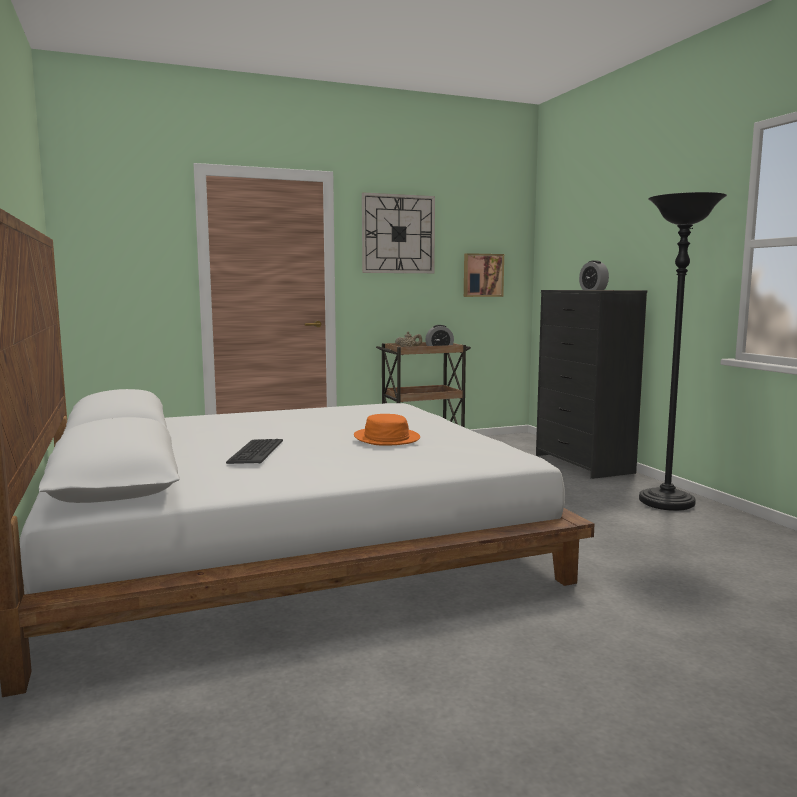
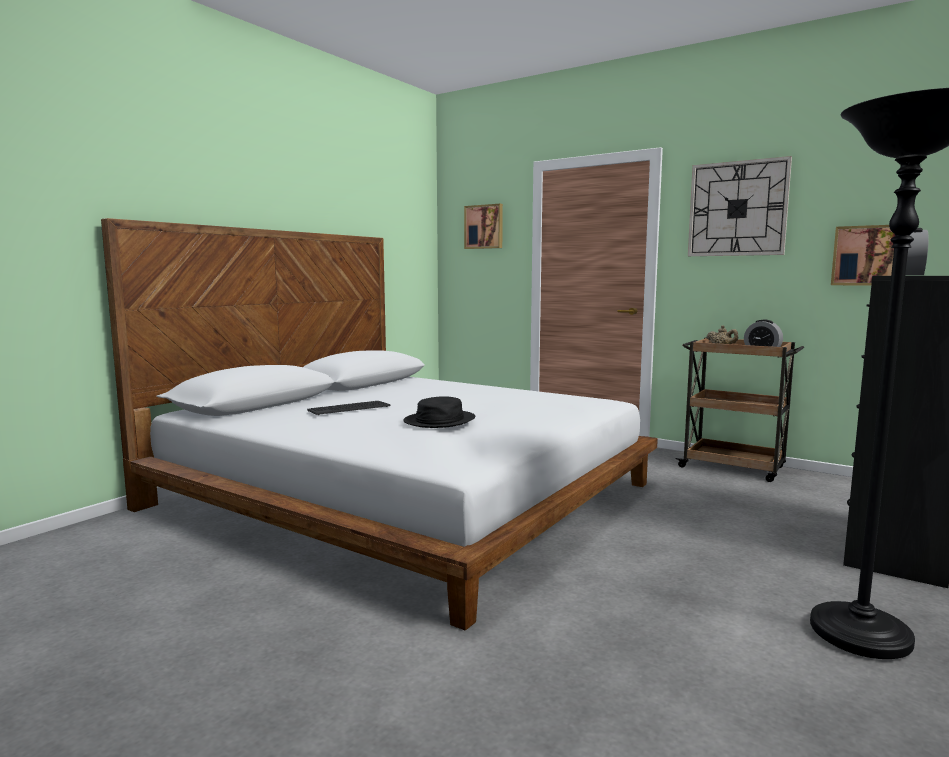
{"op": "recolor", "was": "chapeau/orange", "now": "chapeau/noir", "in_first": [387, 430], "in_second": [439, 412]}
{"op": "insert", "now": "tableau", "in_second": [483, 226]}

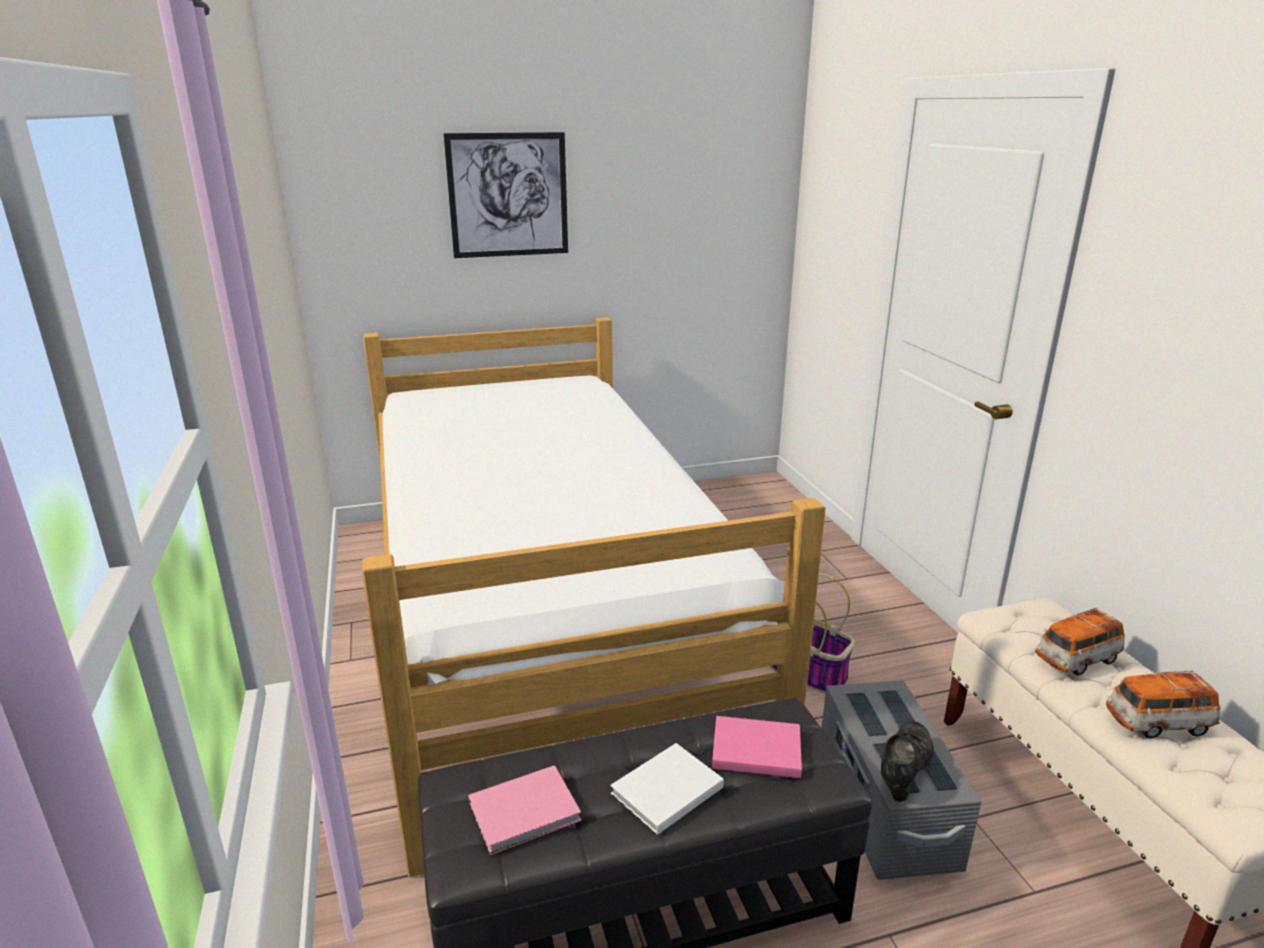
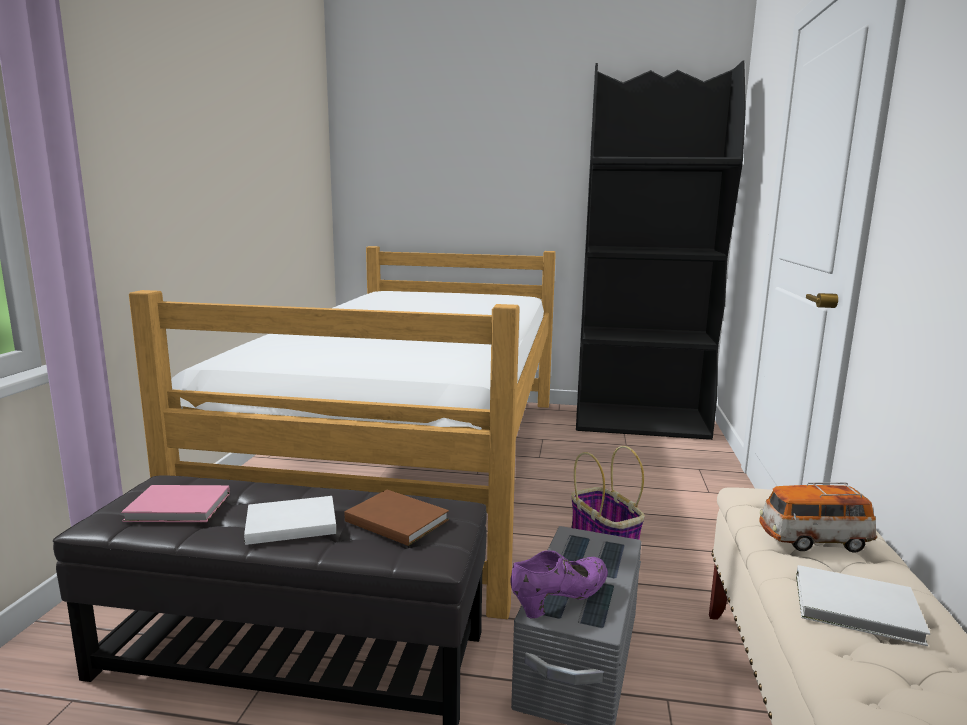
{"op": "delete", "was": "tableau", "in_first": [505, 195]}
{"op": "recolor", "was": "livre/rose", "now": "livre/marron", "in_first": [757, 747], "in_second": [396, 518]}
{"op": "recolor", "was": "chaussure/noir", "now": "chaussure/violet", "in_first": [907, 761], "in_second": [559, 584]}
{"op": "replace", "was": "petite voiture", "now": "livre/blanc", "in_first": [1163, 704], "in_second": [863, 605]}
{"op": "insert", "now": "bibliothèque/noir", "in_second": [661, 250]}

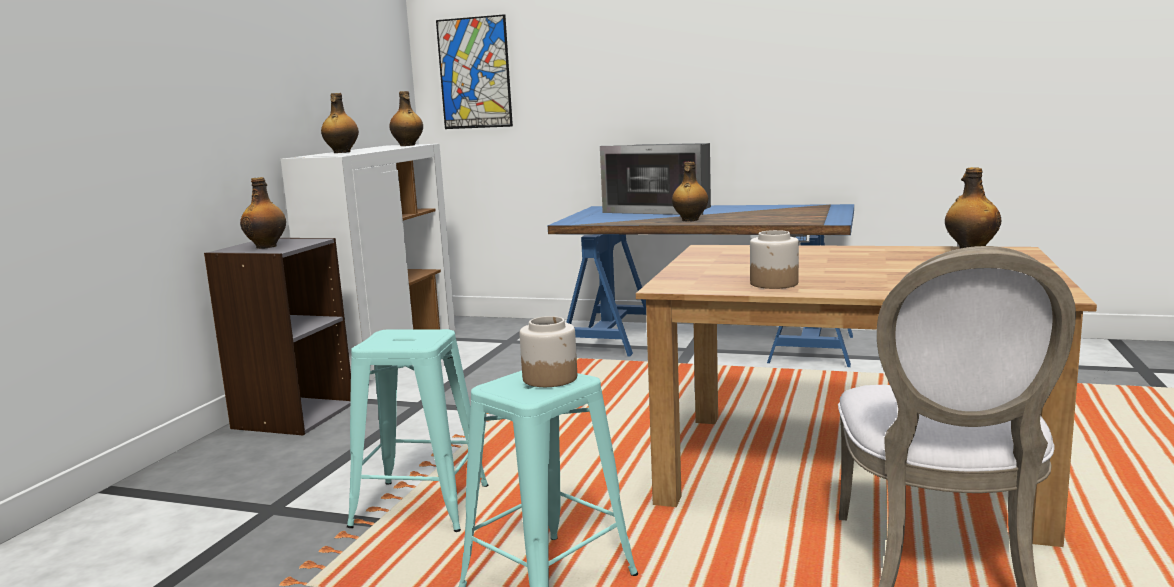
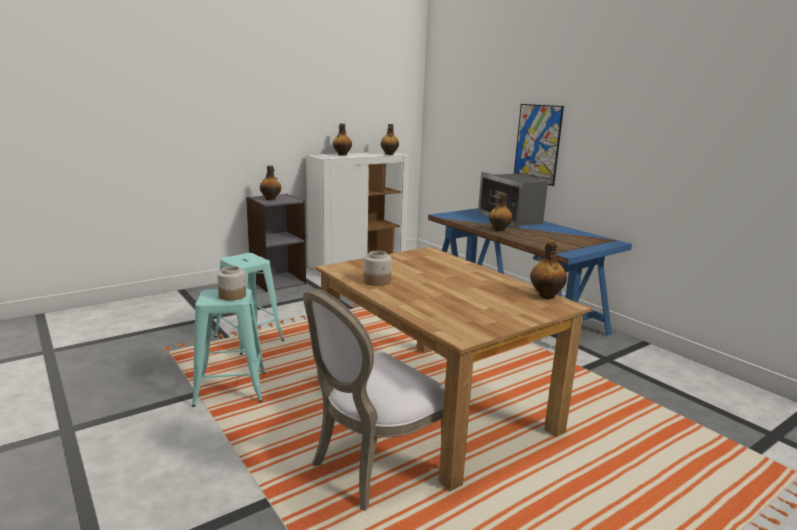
{"op": "move", "was": "tableau", "in_first": [474, 71], "in_second": [539, 145]}

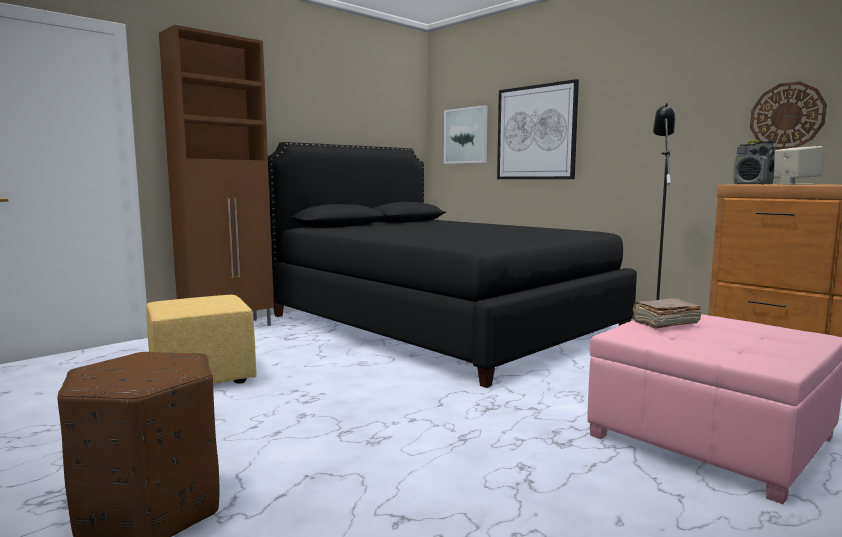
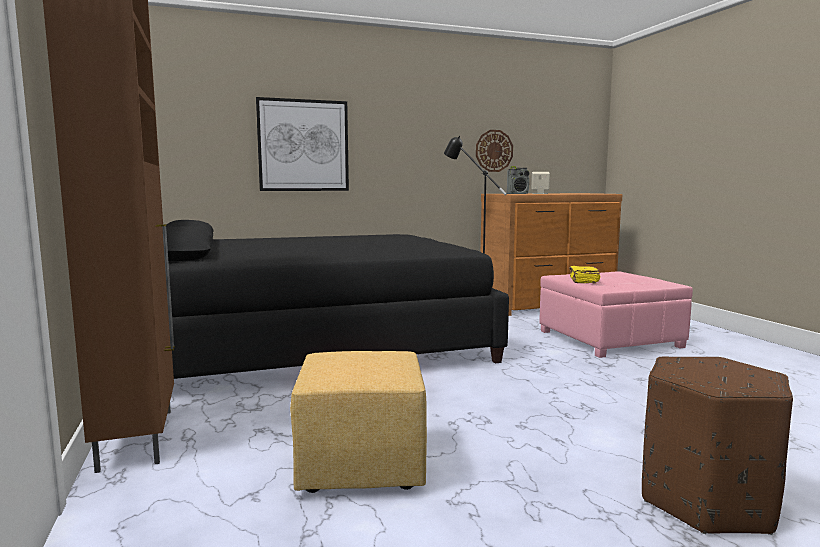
{"op": "delete", "was": "tableau", "in_first": [466, 134]}
{"op": "recolor", "was": "livre/marron", "now": "livre/jaune", "in_first": [667, 313], "in_second": [584, 274]}

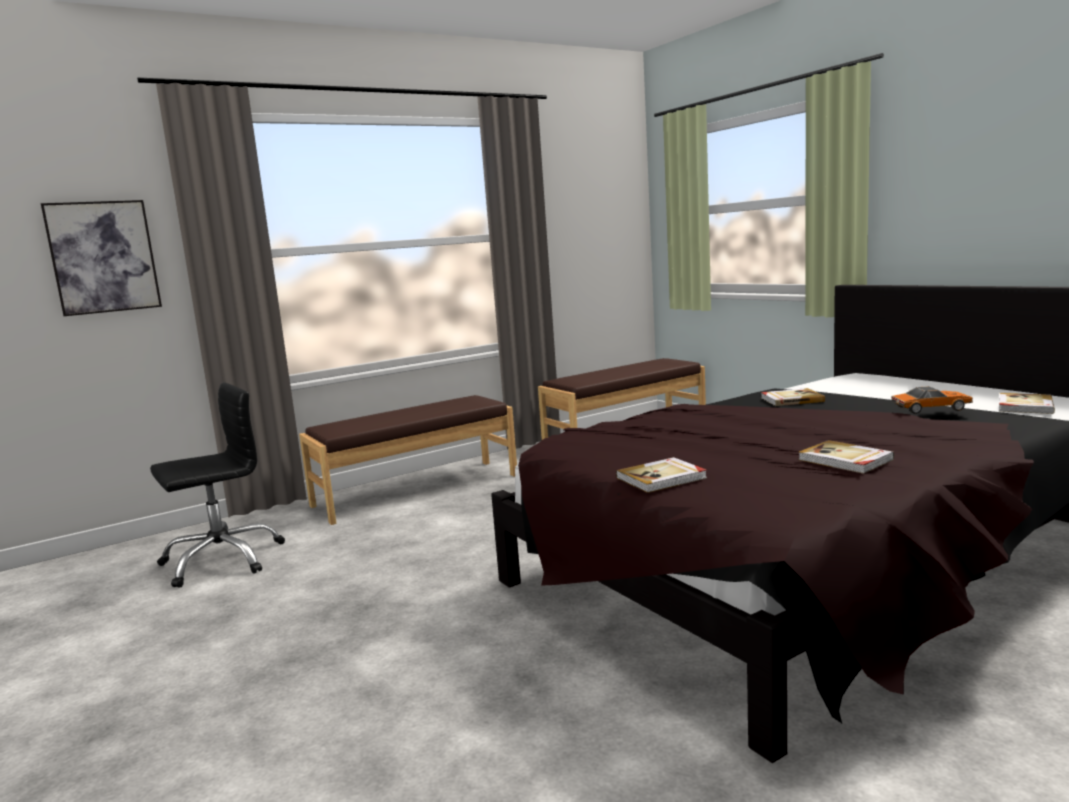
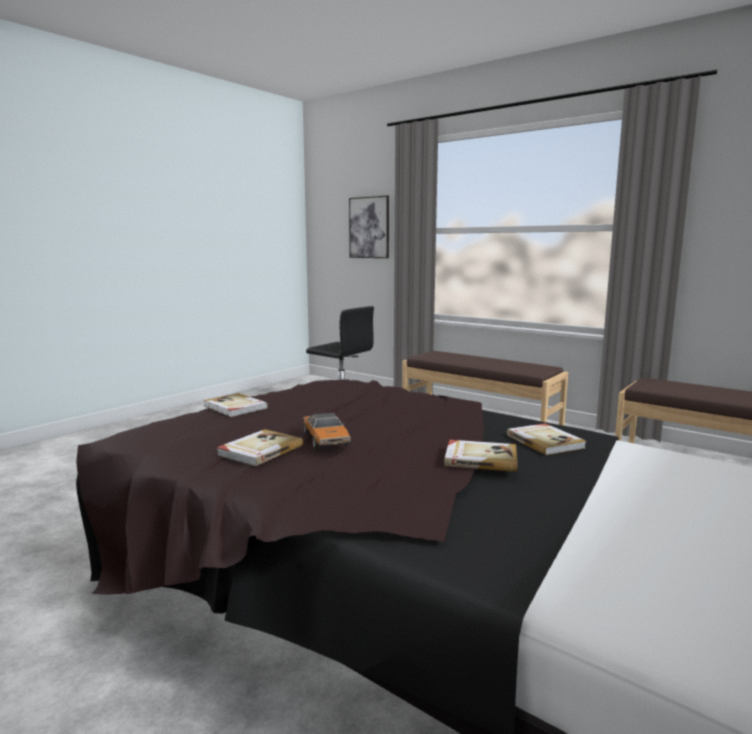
{"op": "move", "was": "petite voiture", "in_first": [932, 400], "in_second": [327, 431]}
{"op": "move", "was": "livre", "in_first": [1027, 403], "in_second": [481, 456]}

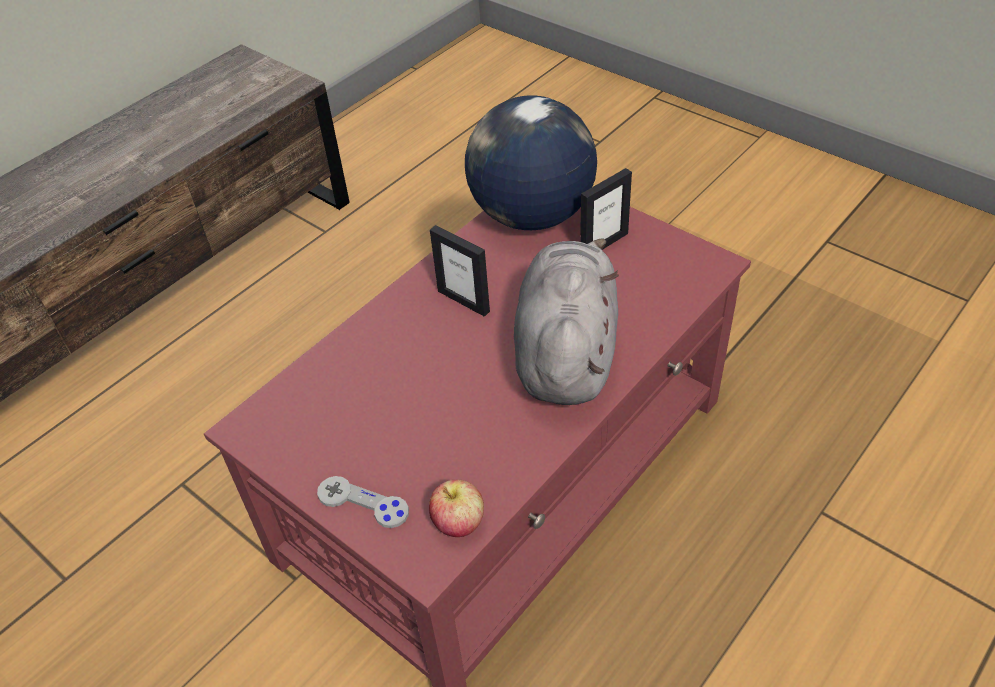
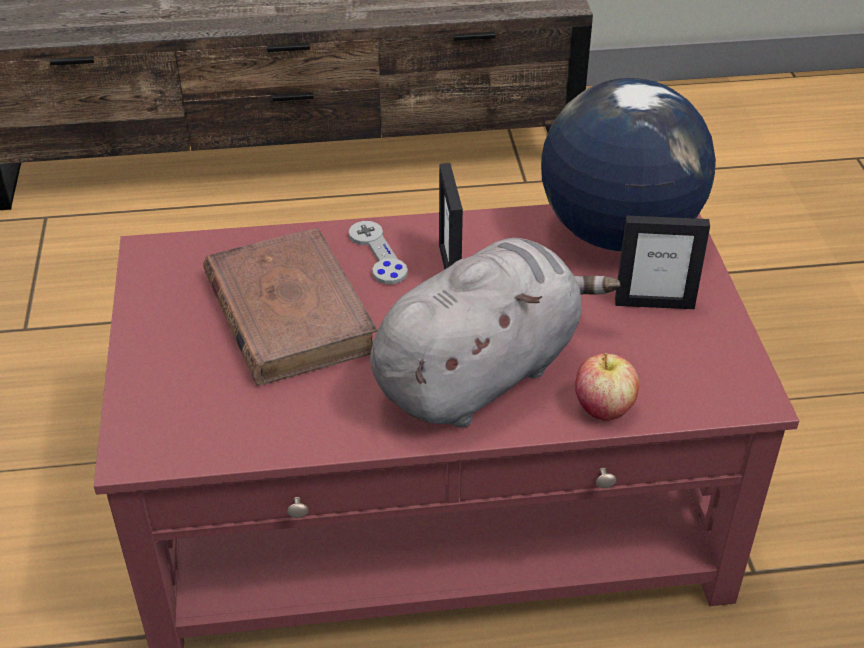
{"op": "move", "was": "manette/gris", "in_first": [363, 502], "in_second": [378, 252]}
{"op": "move", "was": "pomme", "in_first": [456, 508], "in_second": [607, 387]}
{"op": "insert", "now": "livre/marron", "in_second": [290, 307]}

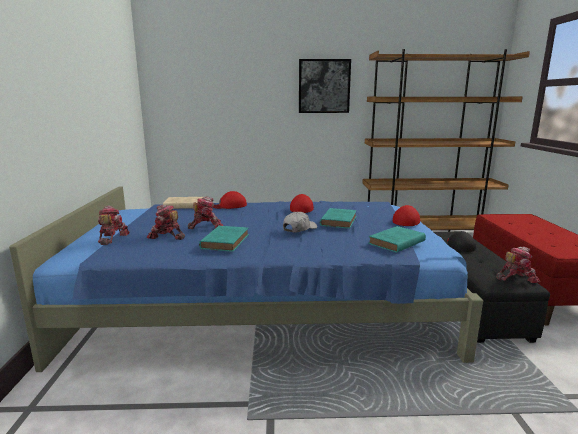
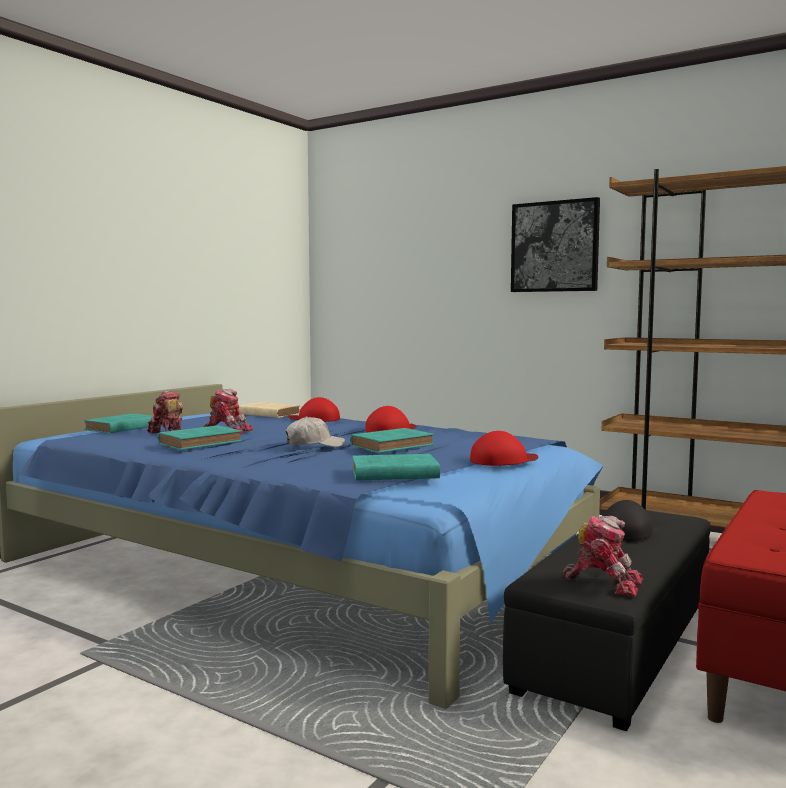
{"op": "replace", "was": "robot jouet", "now": "livre/turquoise", "in_first": [114, 225], "in_second": [118, 423]}

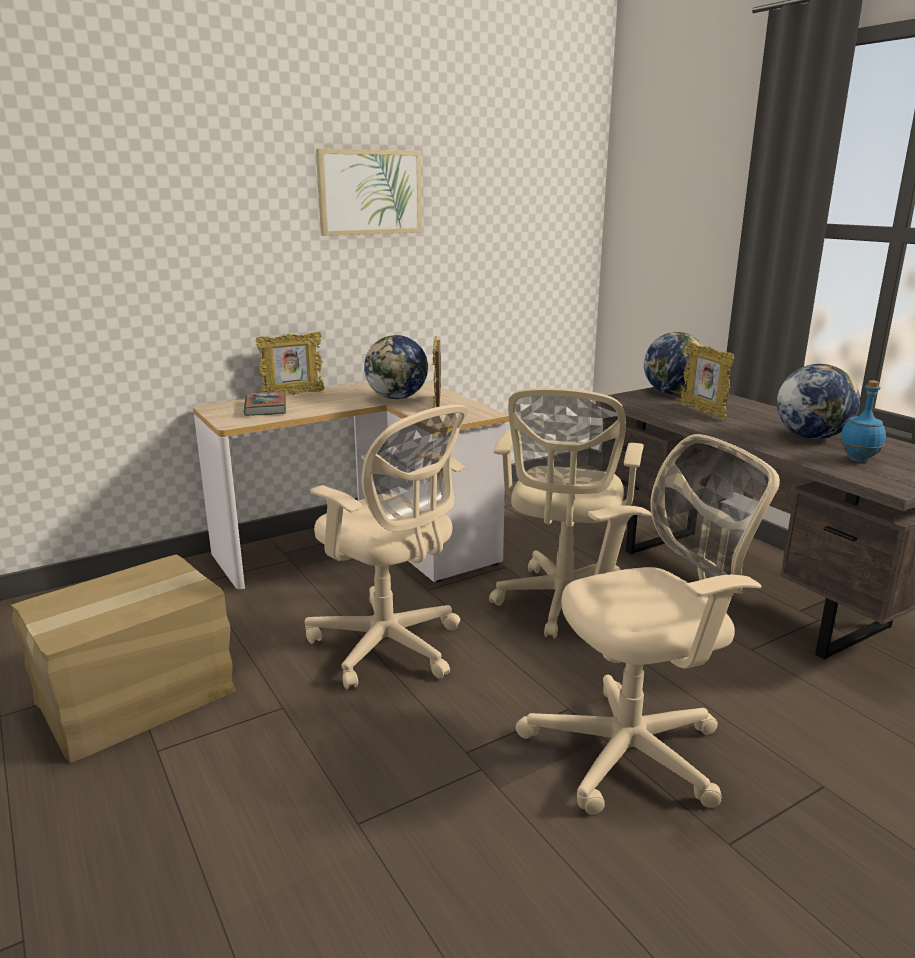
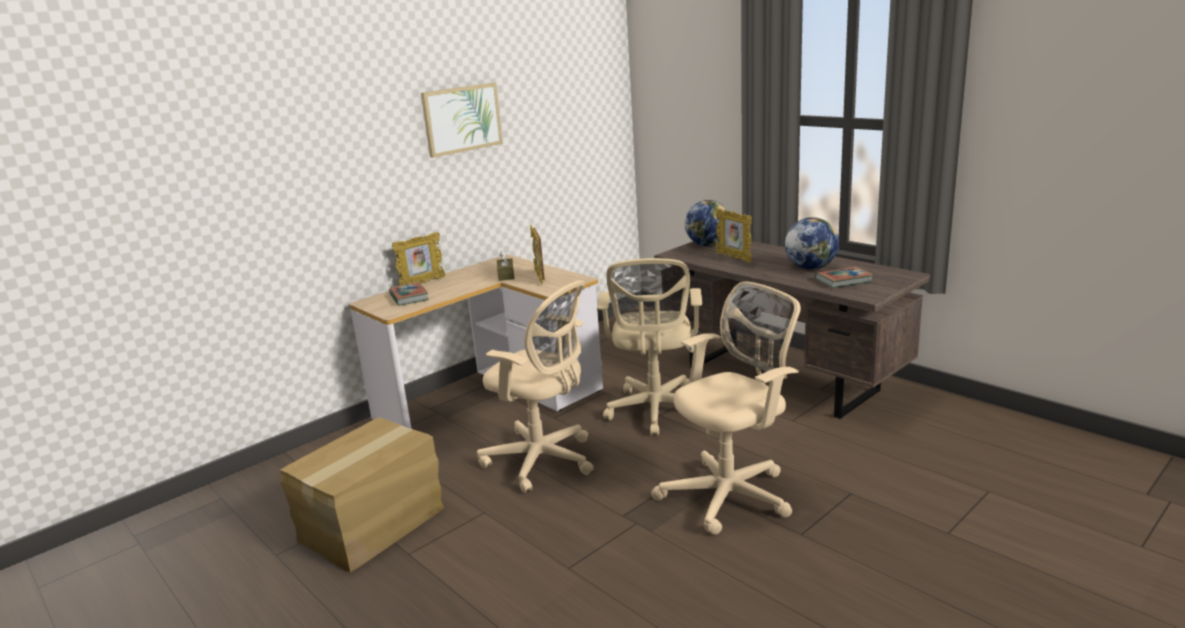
{"op": "replace", "was": "globe", "now": "boîte à mouchoirs/marron", "in_first": [396, 367], "in_second": [506, 266]}
{"op": "replace", "was": "bouteille/bleu", "now": "livre", "in_first": [863, 421], "in_second": [844, 277]}

